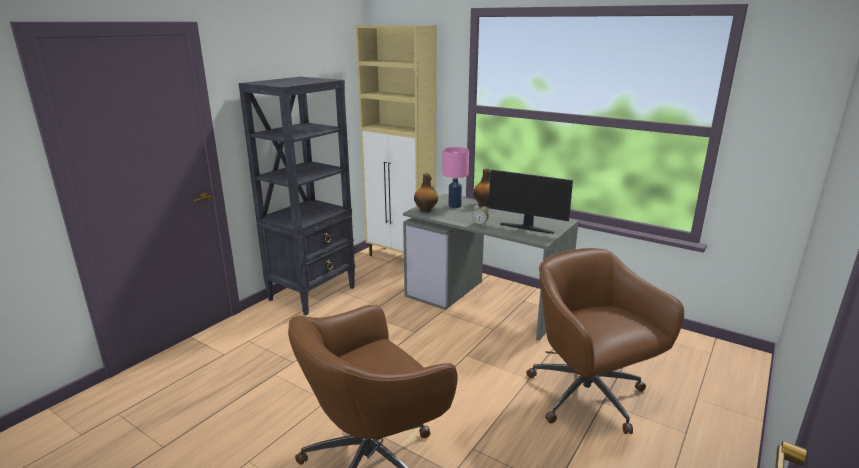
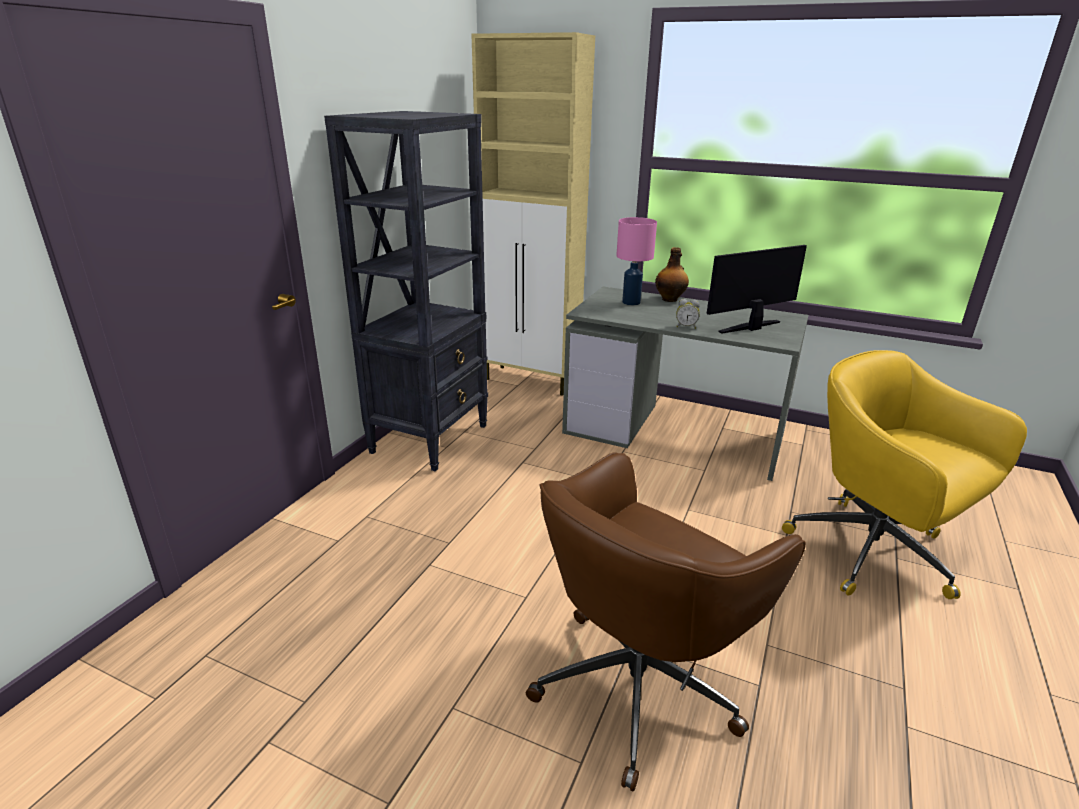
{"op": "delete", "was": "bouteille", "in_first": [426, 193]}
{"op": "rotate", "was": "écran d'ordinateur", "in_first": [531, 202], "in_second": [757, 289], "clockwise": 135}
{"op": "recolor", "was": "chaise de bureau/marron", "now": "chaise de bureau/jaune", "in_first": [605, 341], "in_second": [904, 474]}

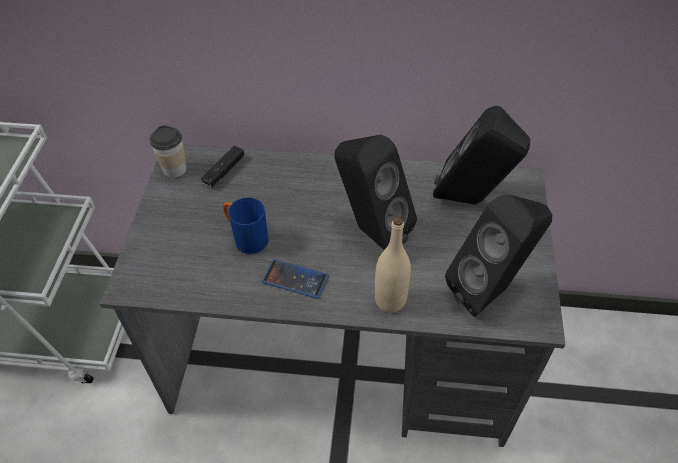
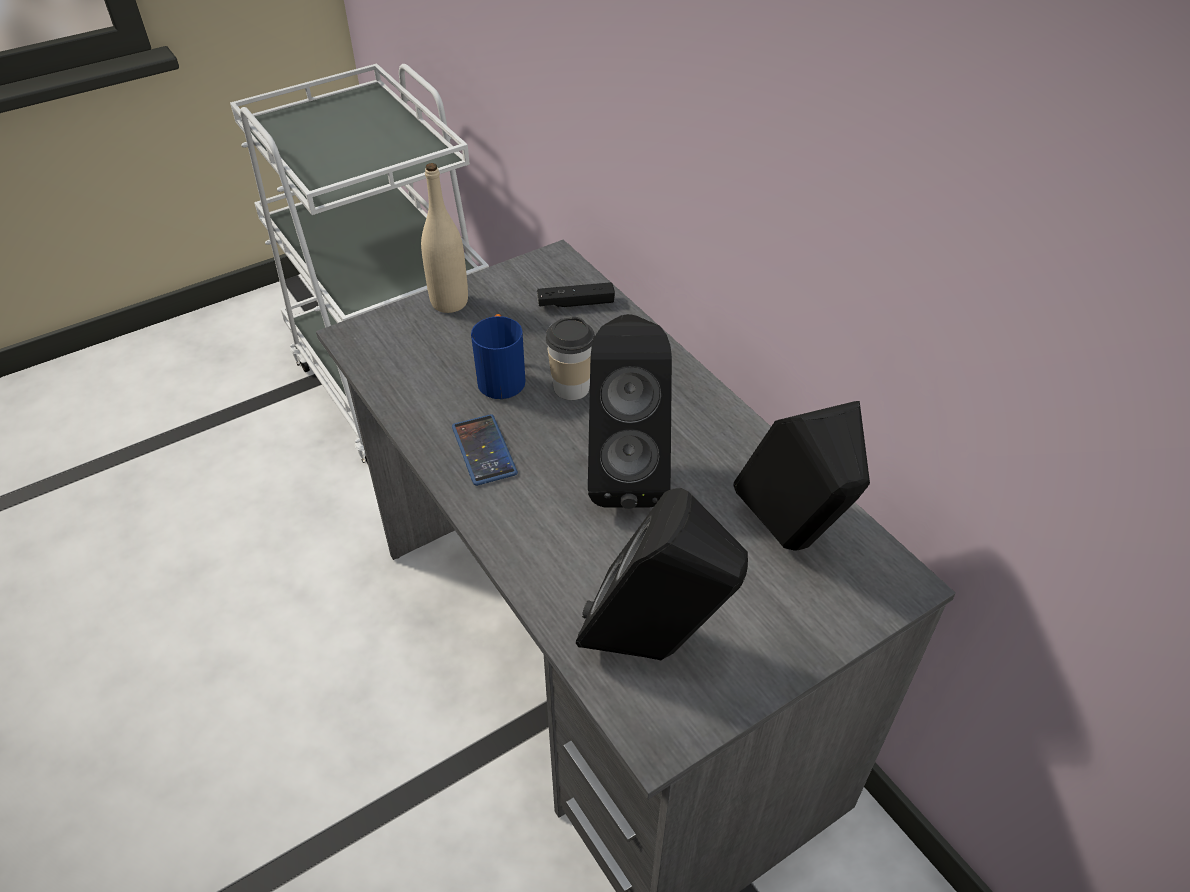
{"op": "move", "was": "tasse", "in_first": [168, 151], "in_second": [570, 358]}
{"op": "move", "was": "bouteille/beige", "in_first": [393, 265], "in_second": [444, 238]}

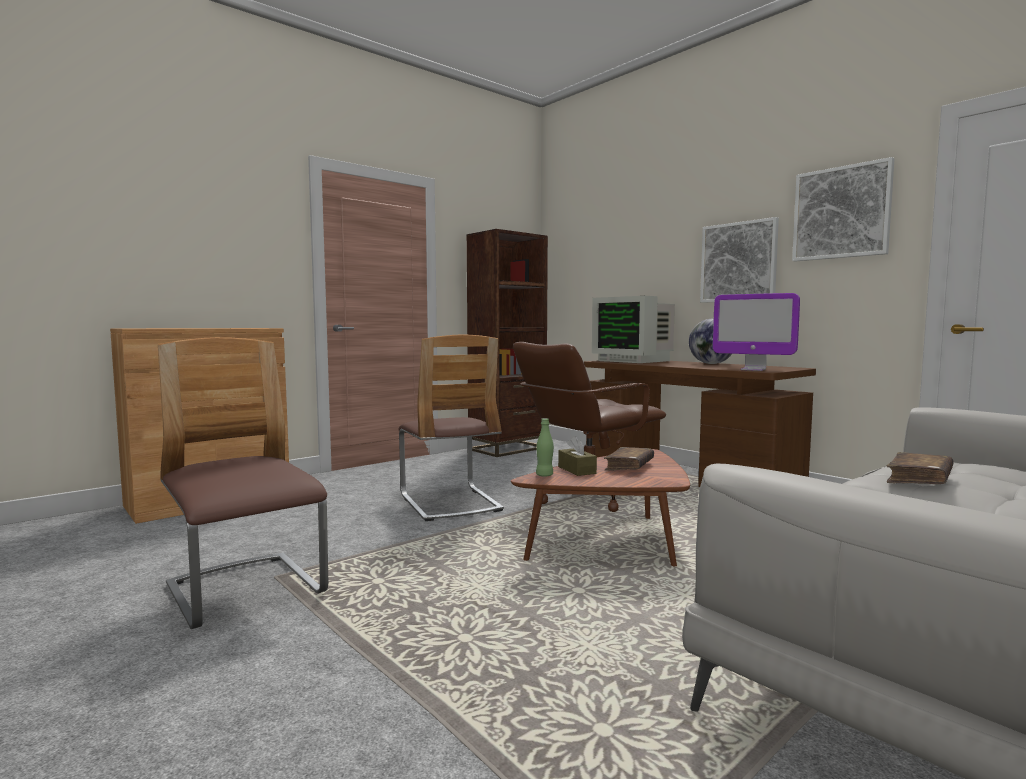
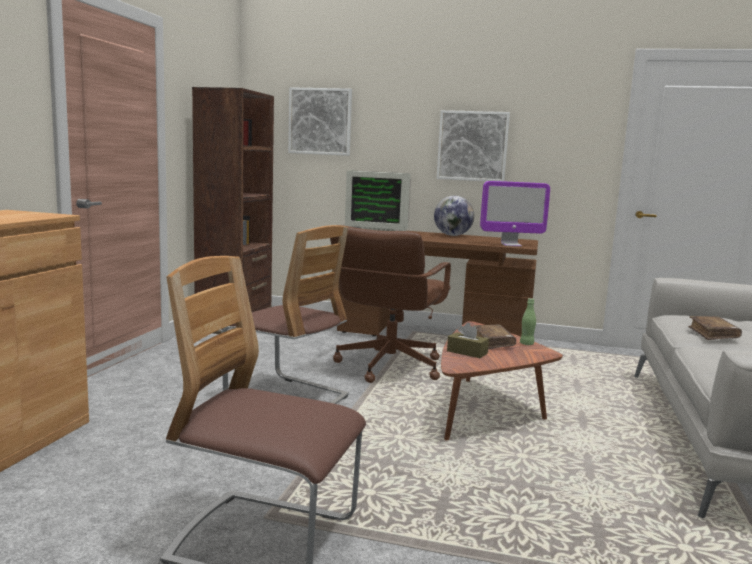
{"op": "move", "was": "bouteille/vert", "in_first": [545, 447], "in_second": [528, 321]}
{"op": "move", "was": "tableau", "in_first": [843, 209], "in_second": [320, 121]}

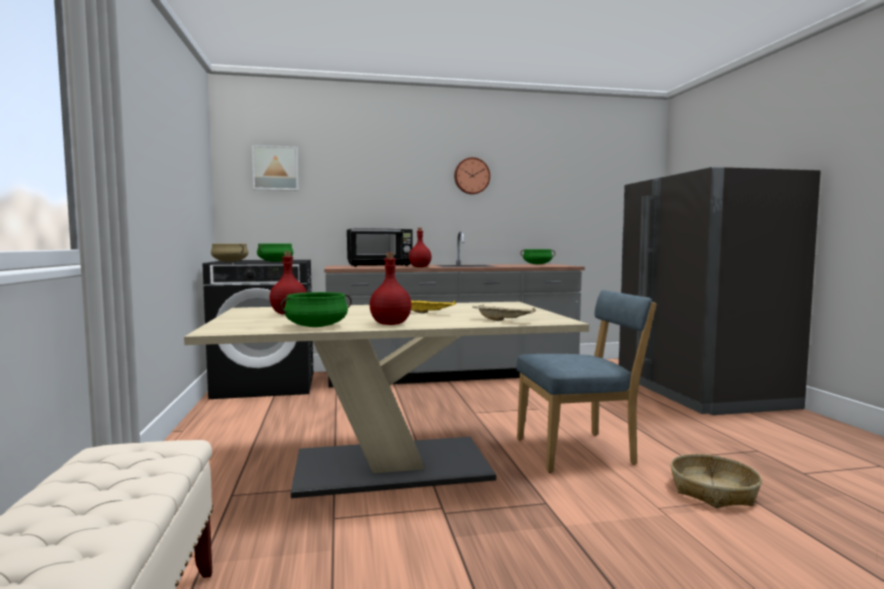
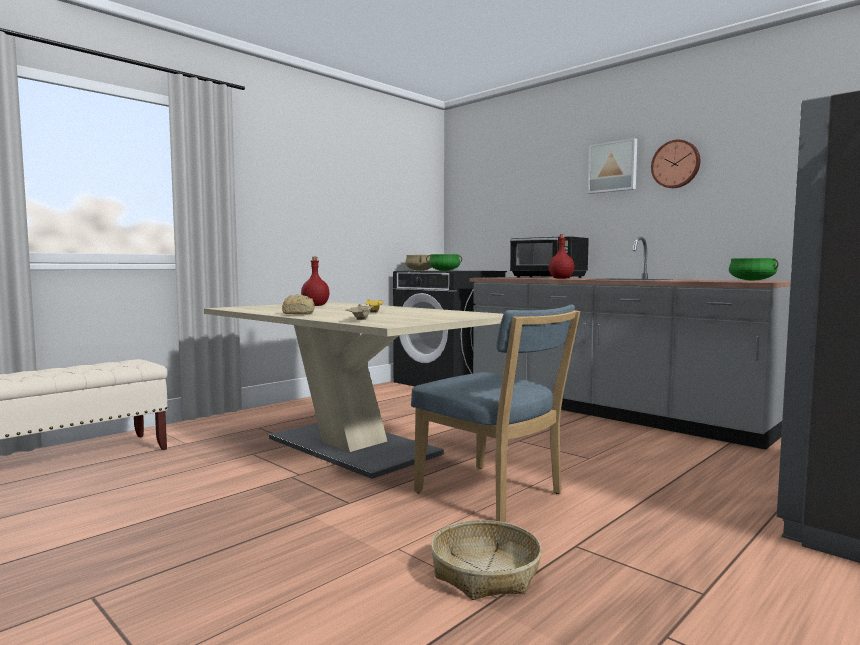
{"op": "move", "was": "tableau", "in_first": [275, 168], "in_second": [612, 166]}
{"op": "delete", "was": "marmite/vert", "in_first": [316, 309]}
{"op": "replace", "was": "bouteille/rouge", "now": "pain", "in_first": [391, 289], "in_second": [298, 304]}

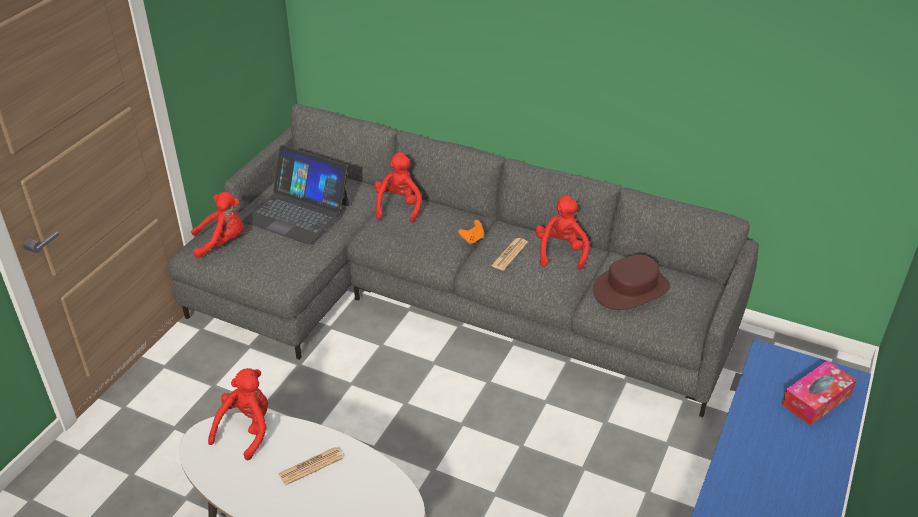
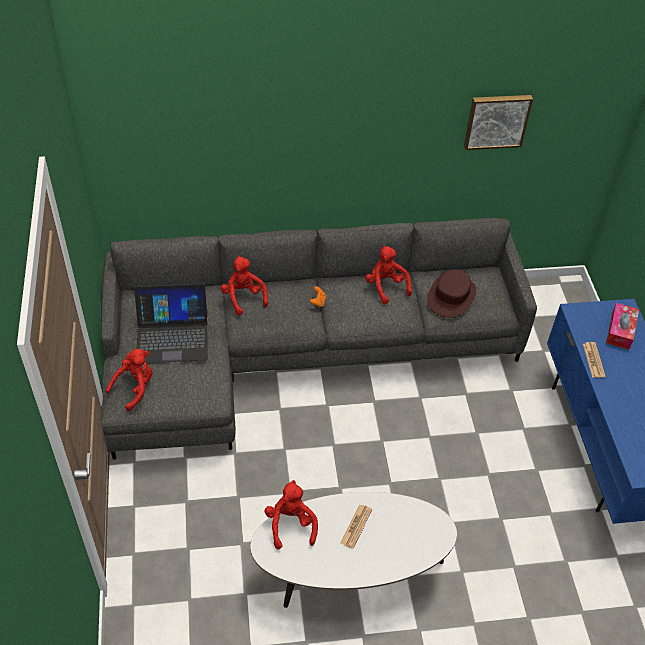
{"op": "move", "was": "journal", "in_first": [509, 254], "in_second": [594, 360]}
{"op": "insert", "now": "tableau", "in_second": [498, 122]}

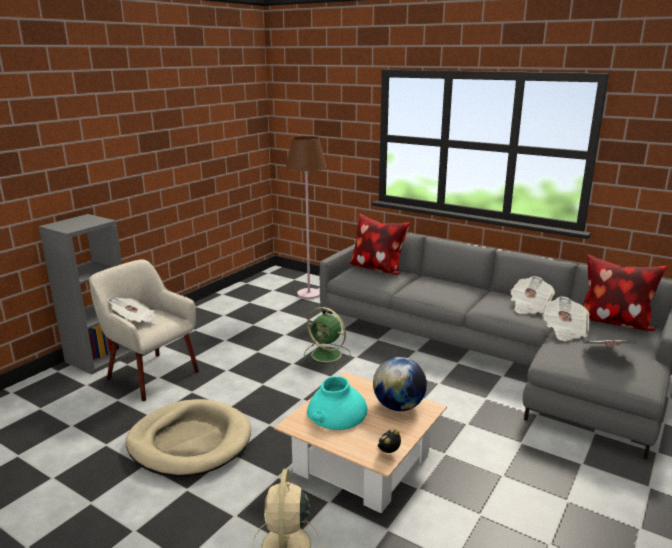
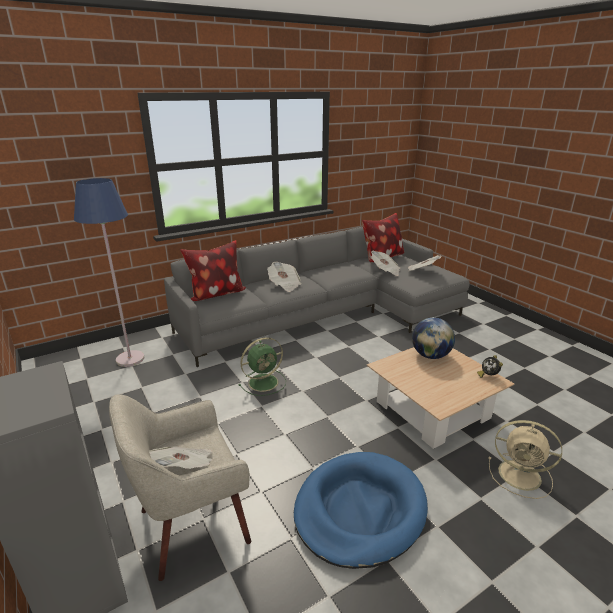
{"op": "recolor", "was": "panier pour chien/beige", "now": "panier pour chien/bleu", "in_first": [188, 438], "in_second": [361, 510]}
{"op": "recolor", "was": "lampadaire/marron", "now": "lampadaire/bleu", "in_first": [306, 217], "in_second": [109, 272]}
{"op": "delete", "was": "vase/turquoise", "in_first": [337, 403]}
{"op": "move", "was": "journal", "in_first": [532, 295], "in_second": [284, 276]}

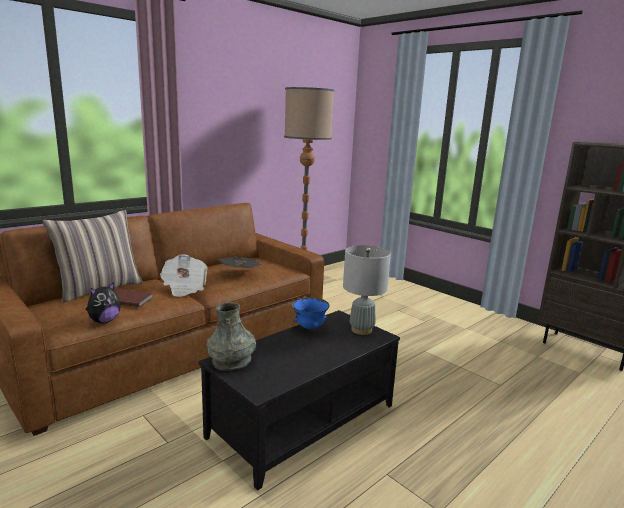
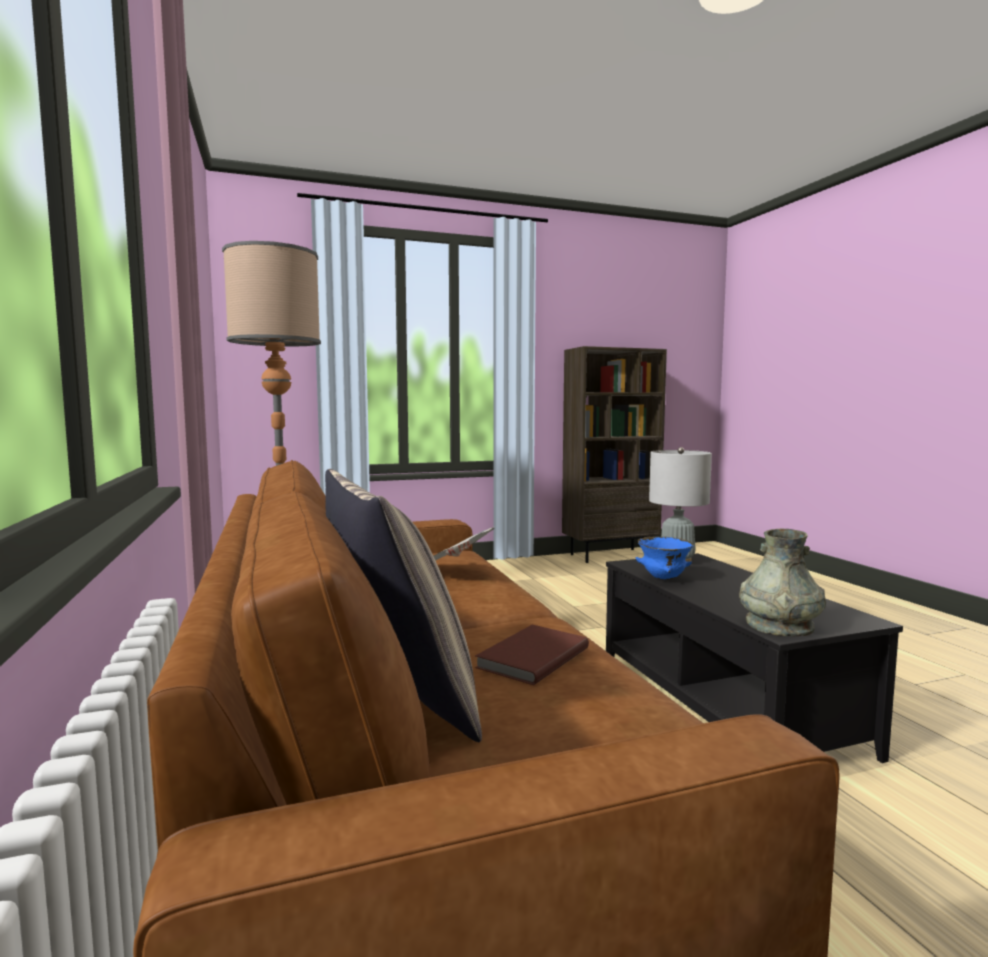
{"op": "delete", "was": "peluche", "in_first": [103, 302]}
{"op": "delete", "was": "journal", "in_first": [184, 275]}

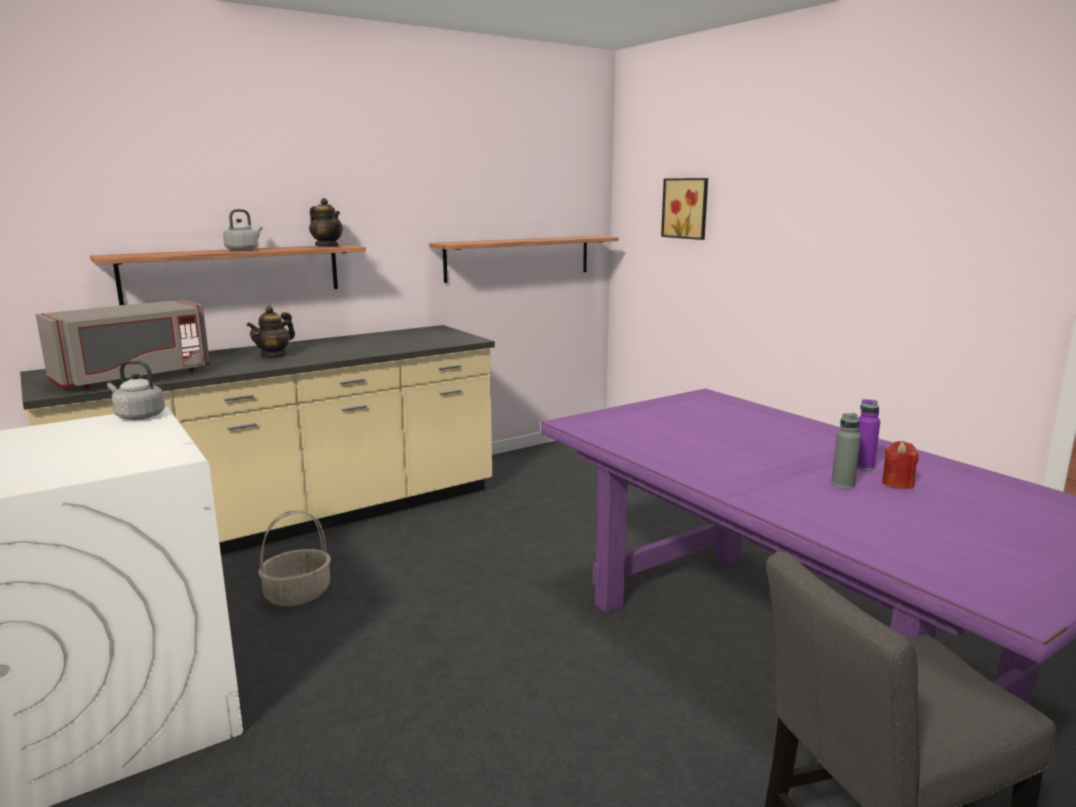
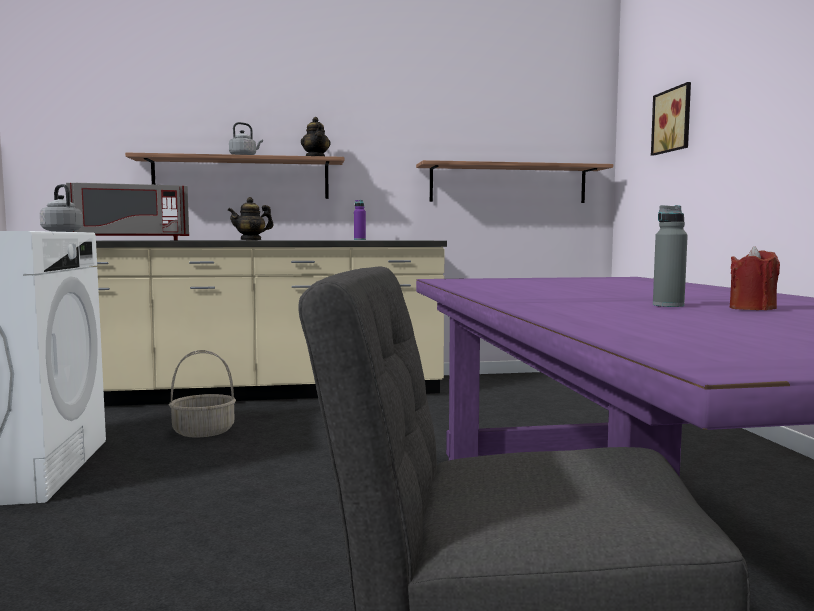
{"op": "move", "was": "bouteille/violet", "in_first": [868, 435], "in_second": [360, 220]}

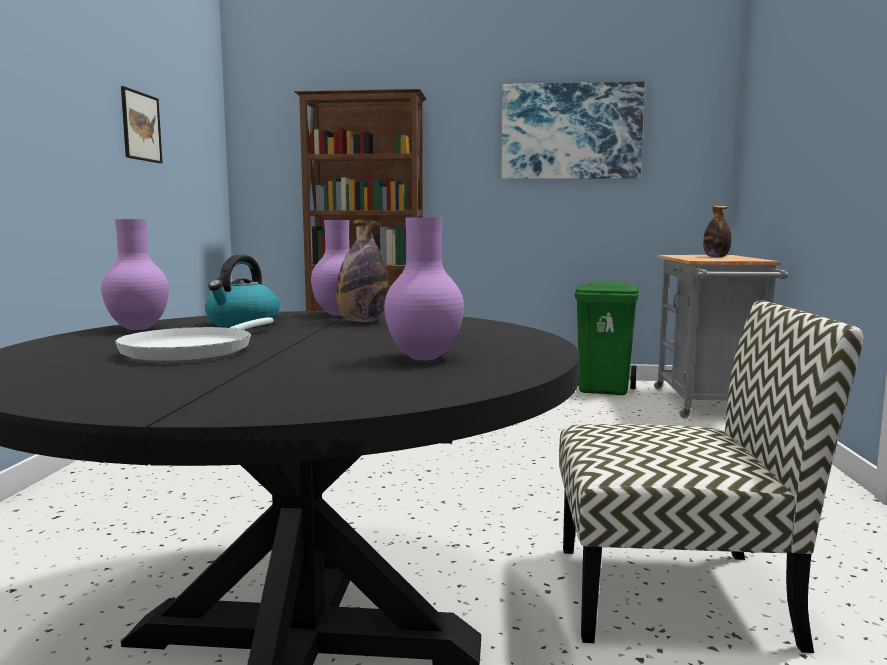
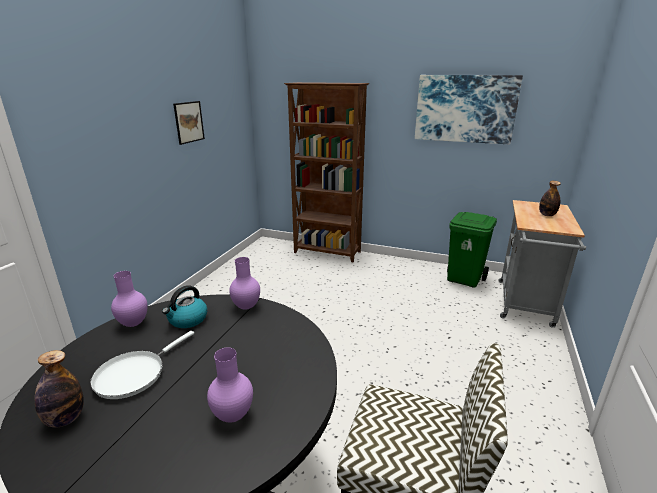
{"op": "move", "was": "bouteille", "in_first": [362, 271], "in_second": [59, 389]}

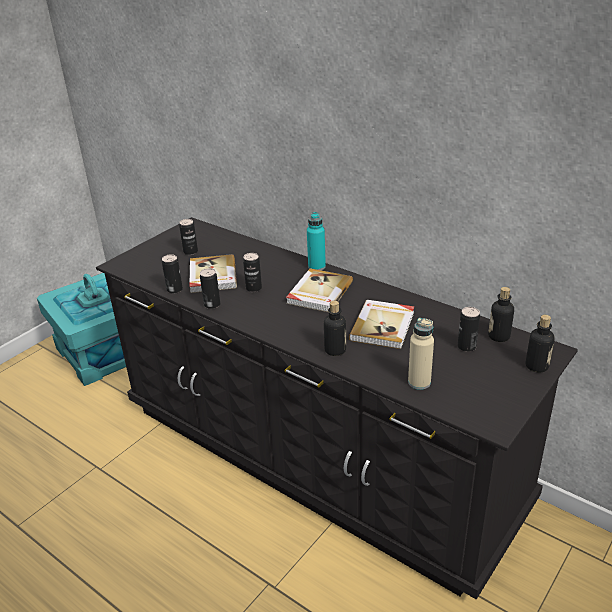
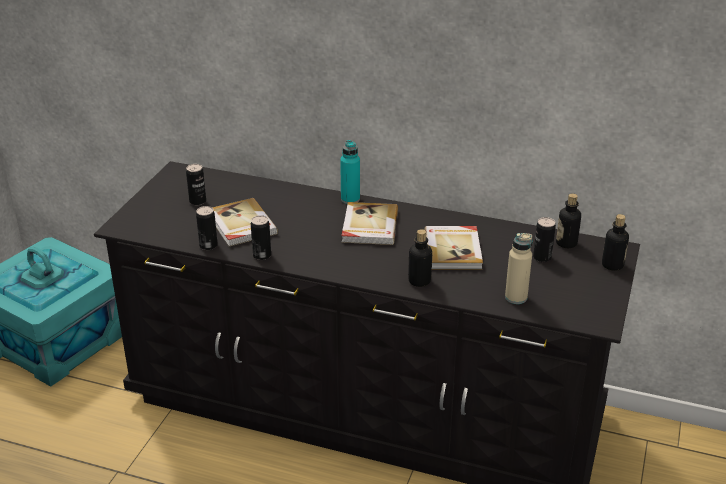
{"op": "delete", "was": "boîte métallique", "in_first": [252, 272]}

